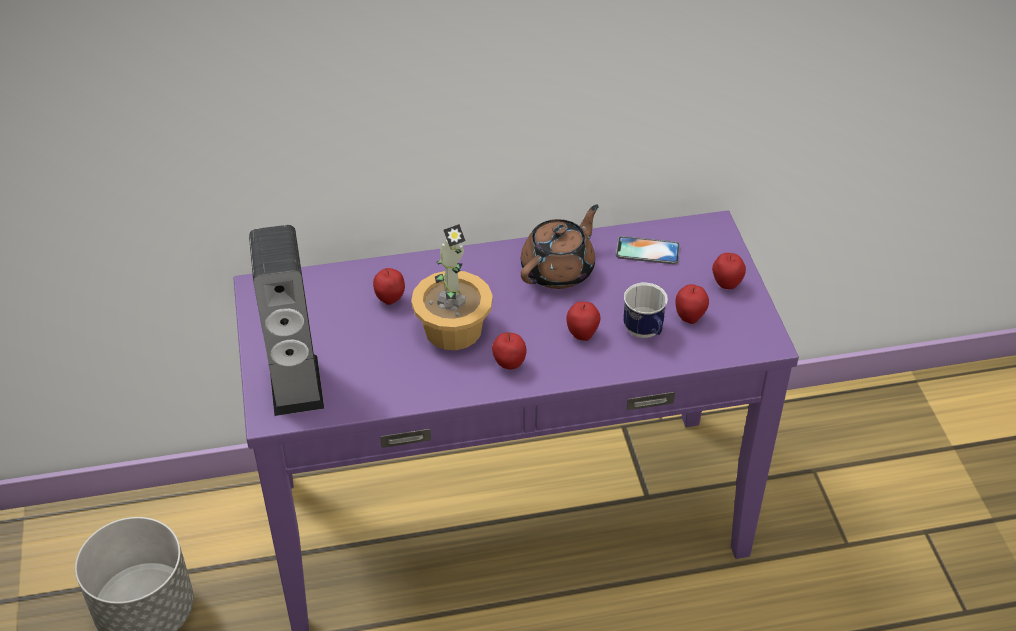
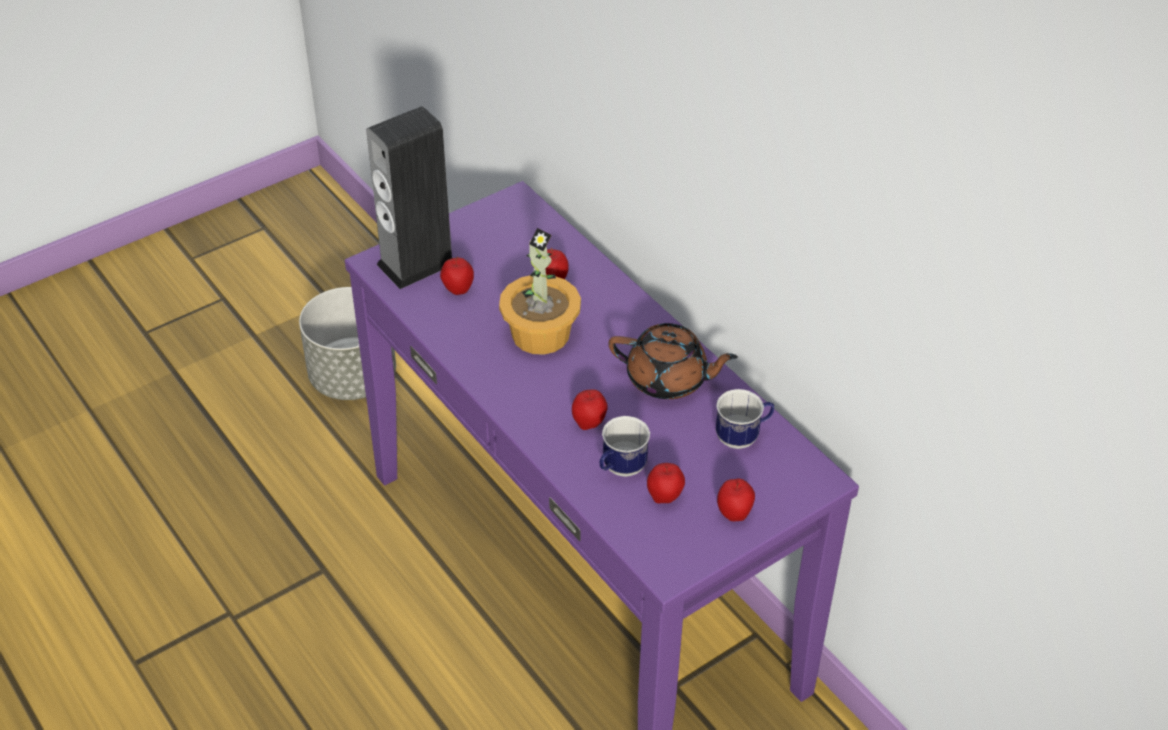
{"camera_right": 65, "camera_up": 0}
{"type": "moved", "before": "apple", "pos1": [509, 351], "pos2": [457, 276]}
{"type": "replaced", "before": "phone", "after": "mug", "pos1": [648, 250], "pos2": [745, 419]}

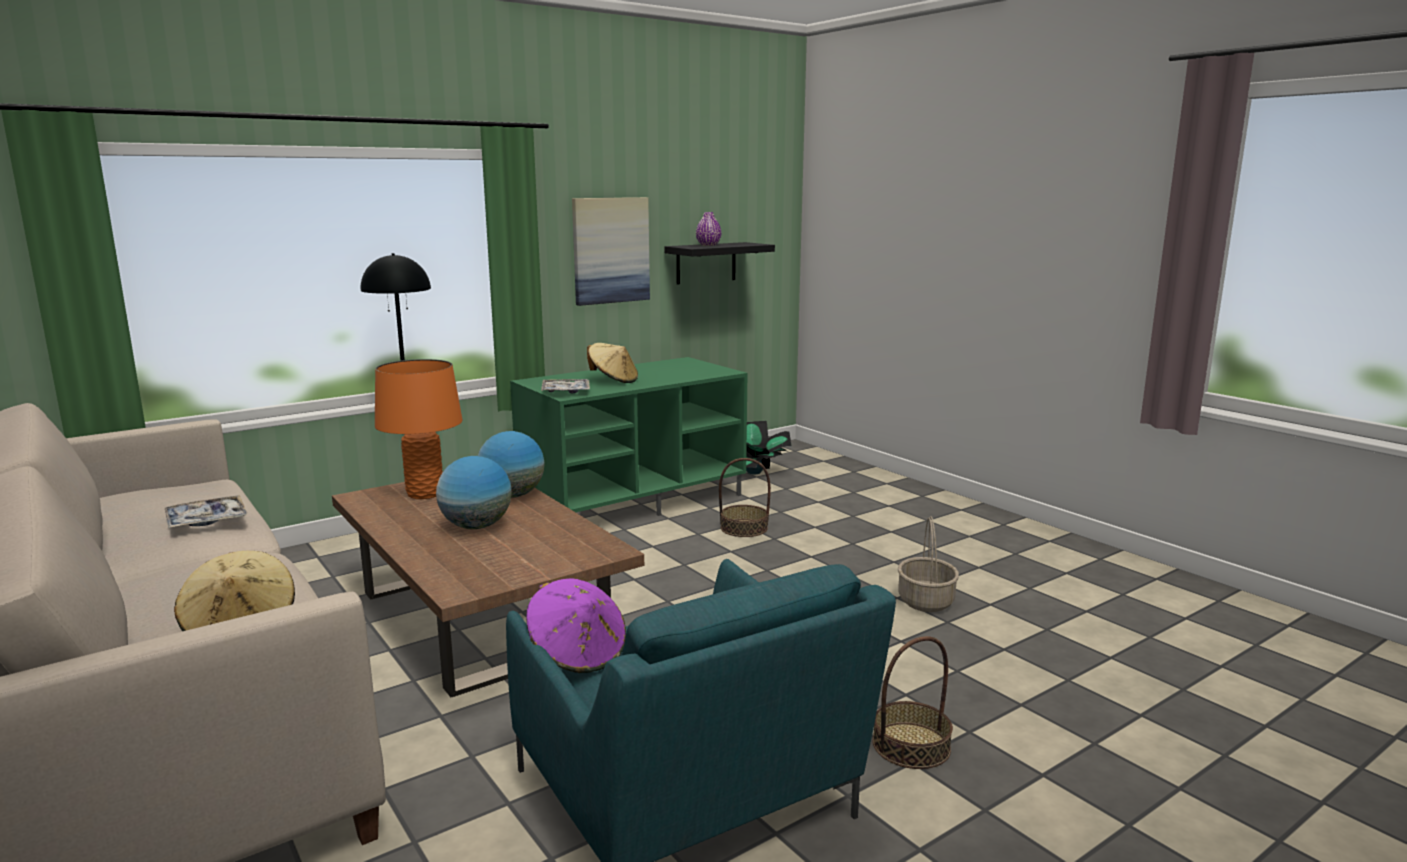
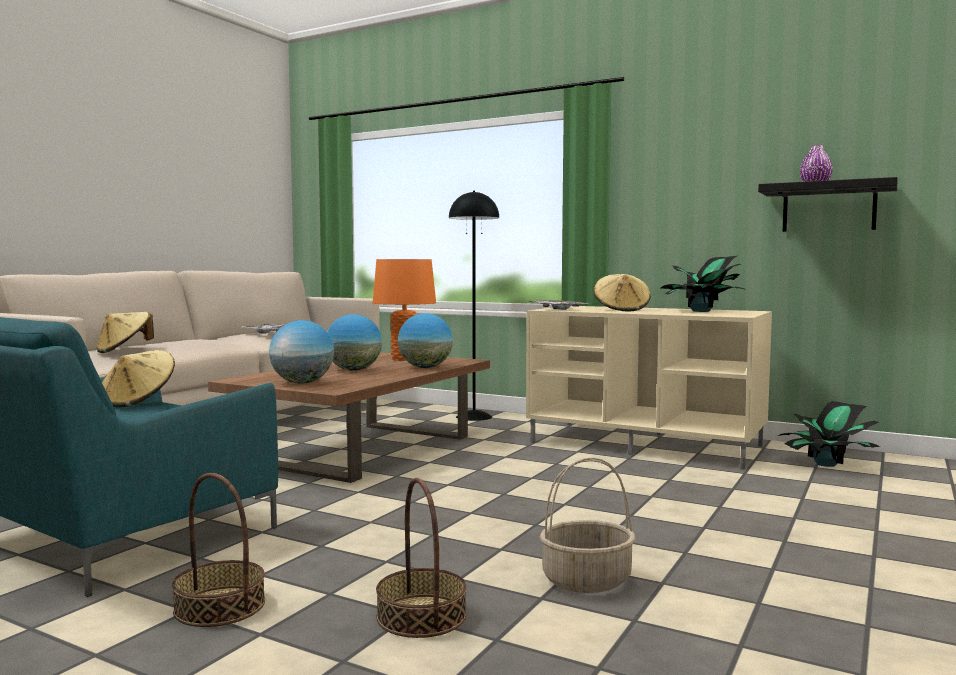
{"camera_right": 65, "camera_up": -10}
{"type": "removed", "before": "picture", "pos1": [611, 251]}
{"type": "added", "after": "globe", "pos2": [301, 352]}
{"type": "added", "after": "potted plant", "pos2": [703, 284]}
{"type": "moved", "before": "basket", "pos1": [745, 497], "pos2": [421, 558]}
{"type": "recoloured", "before": "green tv stand", "after": "beige tv stand", "pos1": [629, 436], "pos2": [649, 388]}
{"type": "recoloured", "before": "purple hat", "after": "beige hat", "pos1": [576, 625], "pos2": [138, 378]}

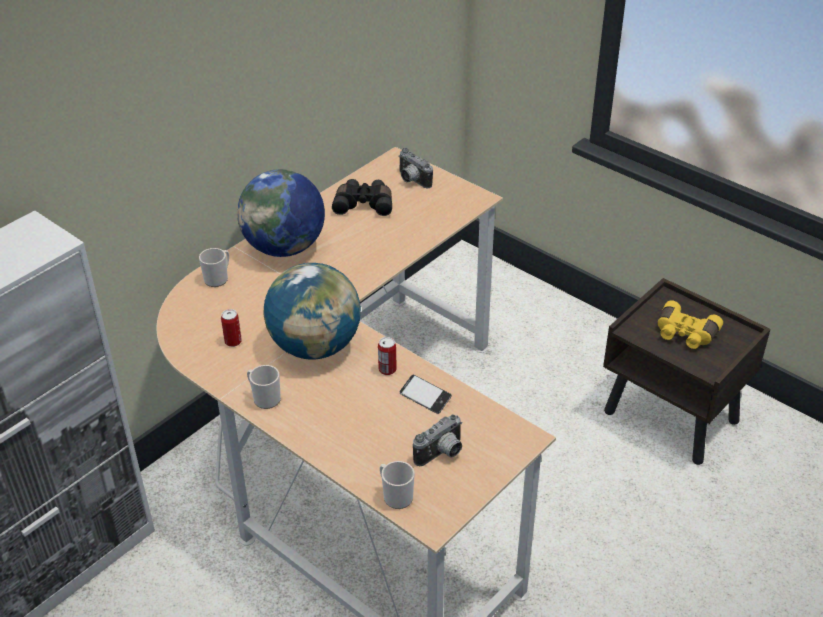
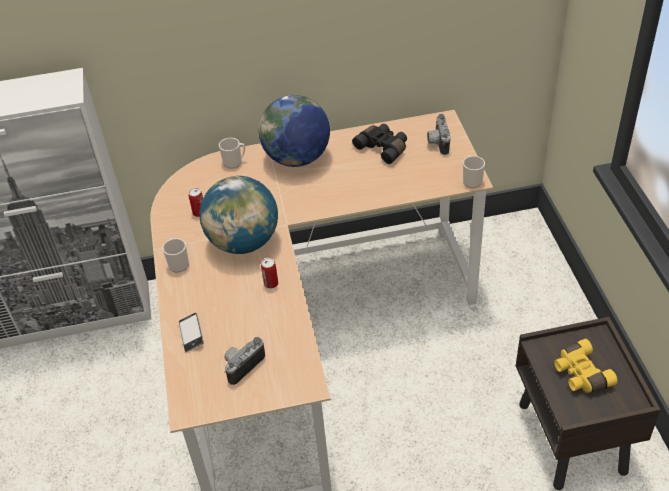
{"camera_right": 40, "camera_up": 5}
{"type": "moved", "before": "mug", "pos1": [397, 485], "pos2": [474, 171]}
{"type": "moved", "before": "phone", "pos1": [426, 394], "pos2": [191, 332]}
{"type": "turned", "before": "photo camera", "pos1": [437, 440], "pos2": [244, 361], "turn": 135}

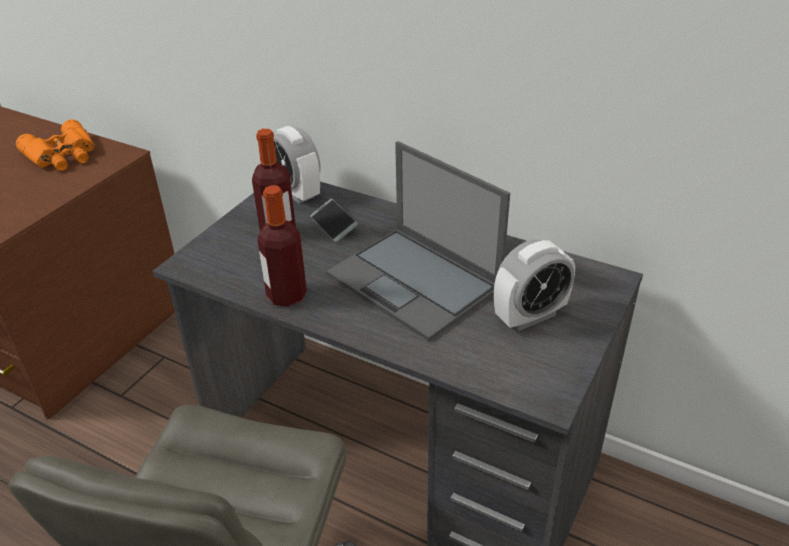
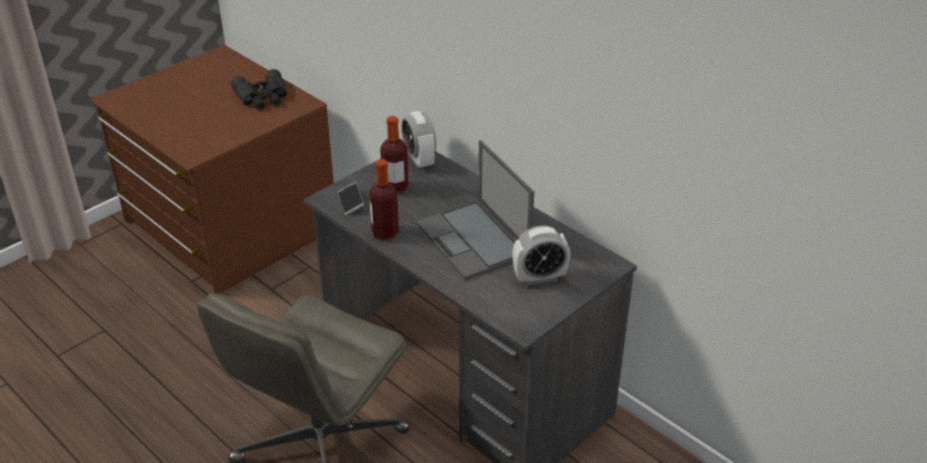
{"camera_right": 15, "camera_up": 0}
{"type": "moved", "before": "phone", "pos1": [334, 220], "pos2": [351, 199]}
{"type": "recoloured", "before": "orange binoculars", "after": "black binoculars", "pos1": [55, 145], "pos2": [259, 89]}

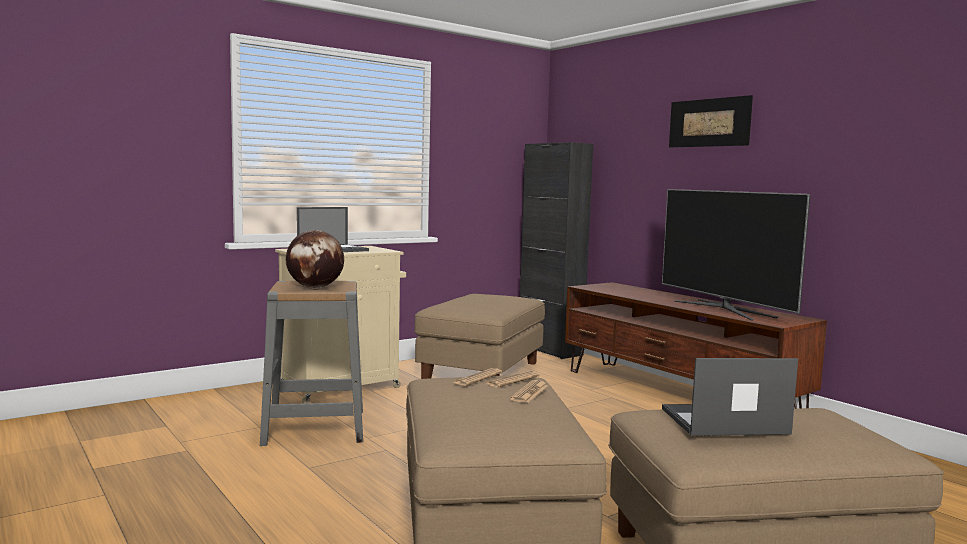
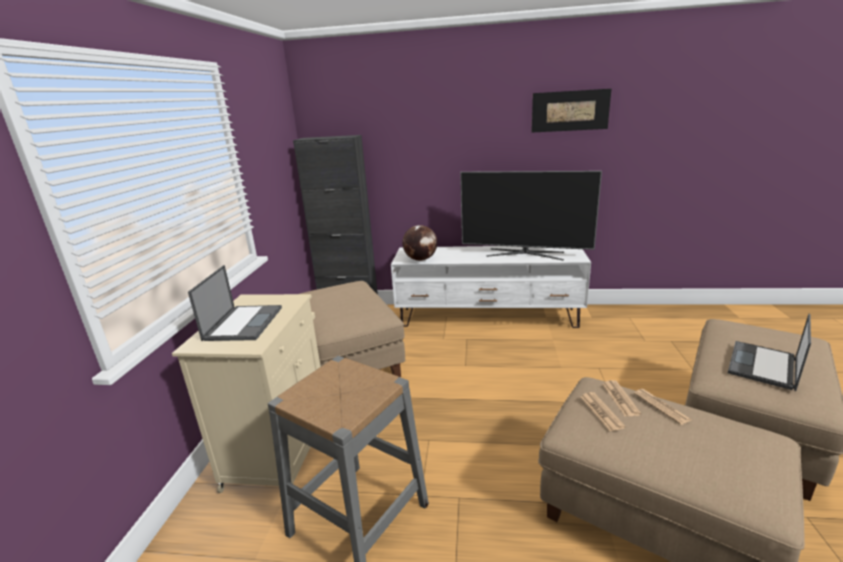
{"camera_right": -45, "camera_up": 15}
{"type": "moved", "before": "globe", "pos1": [315, 259], "pos2": [420, 243]}
{"type": "moved", "before": "picture", "pos1": [711, 121], "pos2": [571, 111]}
{"type": "recoloured", "before": "brown tv stand", "after": "white tv stand", "pos1": [696, 345], "pos2": [491, 287]}

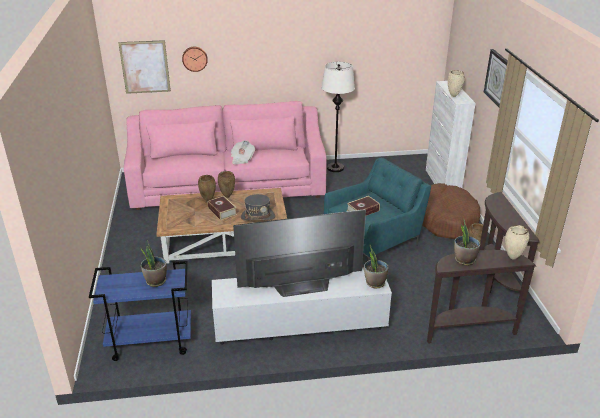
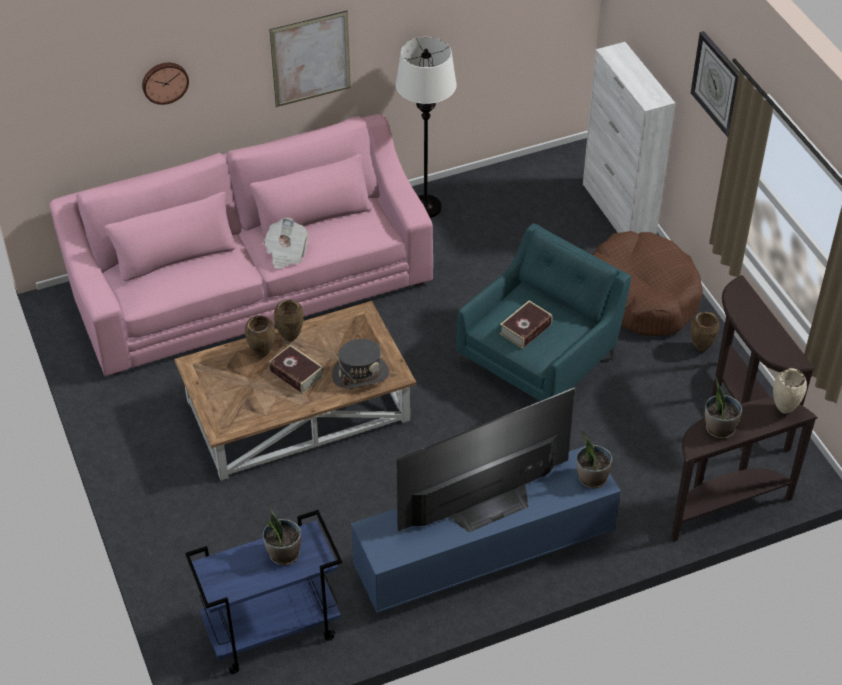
{"camera_right": -15, "camera_up": 15}
{"type": "removed", "before": "beige vase", "pos1": [456, 83]}
{"type": "moved", "before": "picture", "pos1": [144, 67], "pos2": [310, 59]}
{"type": "recoloured", "before": "white tv stand", "after": "blue tv stand", "pos1": [302, 306], "pos2": [486, 529]}

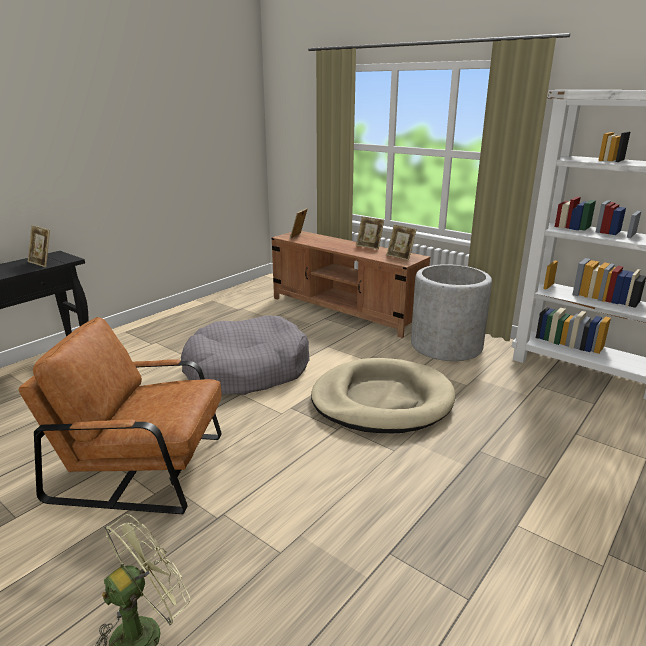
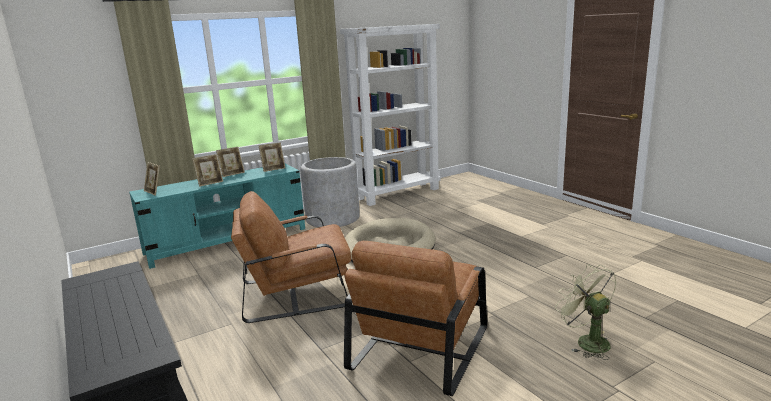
{"camera_right": -70, "camera_up": -5}
{"type": "moved", "before": "picture frame", "pos1": [39, 246], "pos2": [207, 170]}
{"type": "replaced", "before": "grey dog bed", "after": "brown armchair", "pos1": [245, 355], "pos2": [291, 257]}
{"type": "recoloured", "before": "brown tv stand", "after": "turquoise tv stand", "pos1": [350, 284], "pos2": [217, 216]}

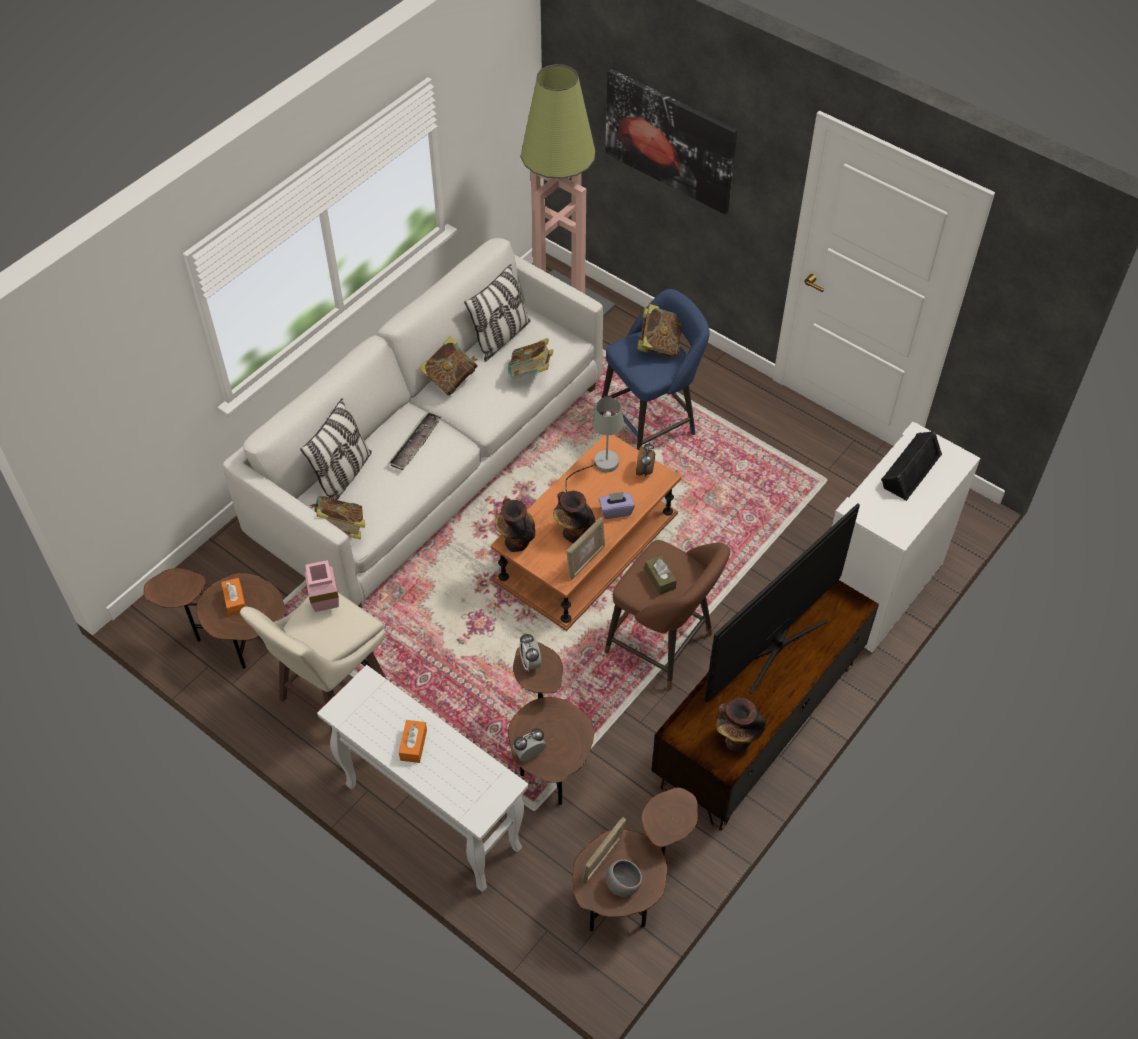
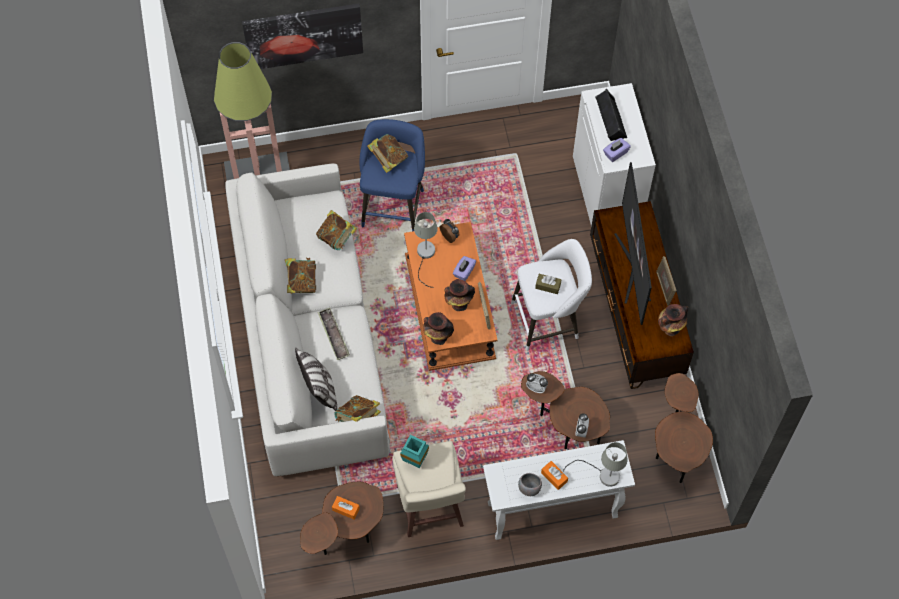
{"camera_right": -50, "camera_up": 10}
{"type": "removed", "before": "pillow", "pos1": [497, 313]}
{"type": "added", "after": "grey table lamp", "pos2": [595, 464]}
{"type": "added", "after": "purple tissue box", "pos2": [617, 150]}
{"type": "moved", "before": "picture frame", "pos1": [604, 850], "pos2": [666, 280]}
{"type": "moved", "before": "grey bowl", "pos1": [624, 878], "pos2": [530, 484]}
{"type": "recoloured", "before": "pink vase", "after": "turquoise vase", "pos1": [321, 586], "pos2": [414, 451]}
{"type": "recoloured", "before": "brown stool", "after": "white stool", "pos1": [667, 615], "pos2": [551, 295]}

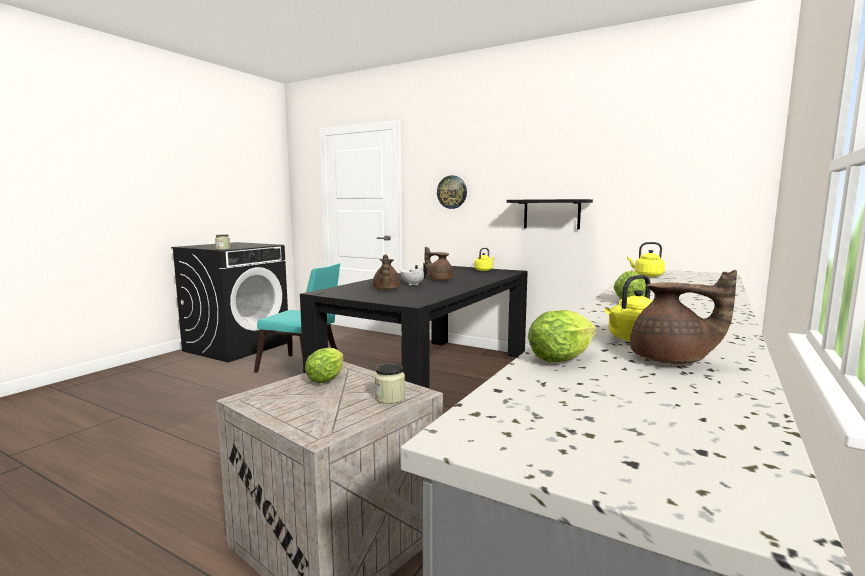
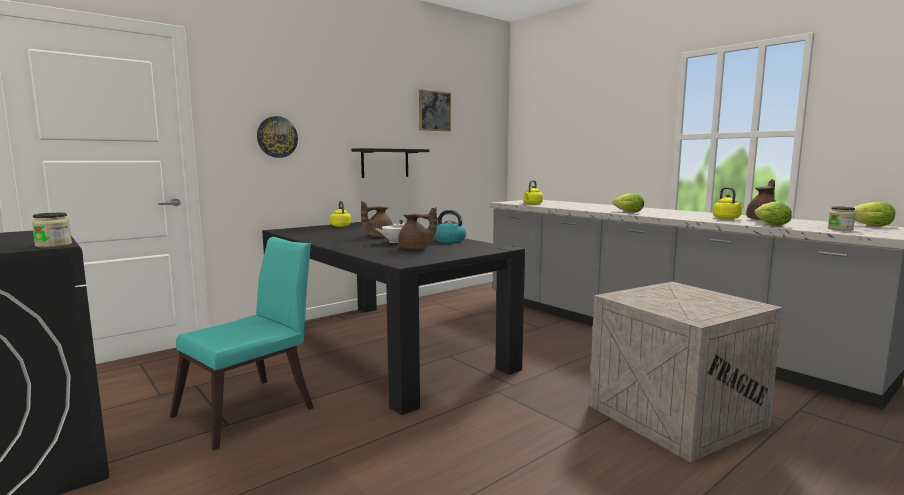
{"camera_right": -70, "camera_up": 0}
{"type": "added", "after": "picture", "pos2": [435, 110]}
{"type": "added", "after": "kettle", "pos2": [450, 226]}
{"type": "moved", "before": "lettuce", "pos1": [324, 365], "pos2": [874, 214]}
{"type": "moved", "before": "jar", "pos1": [390, 384], "pos2": [842, 218]}

